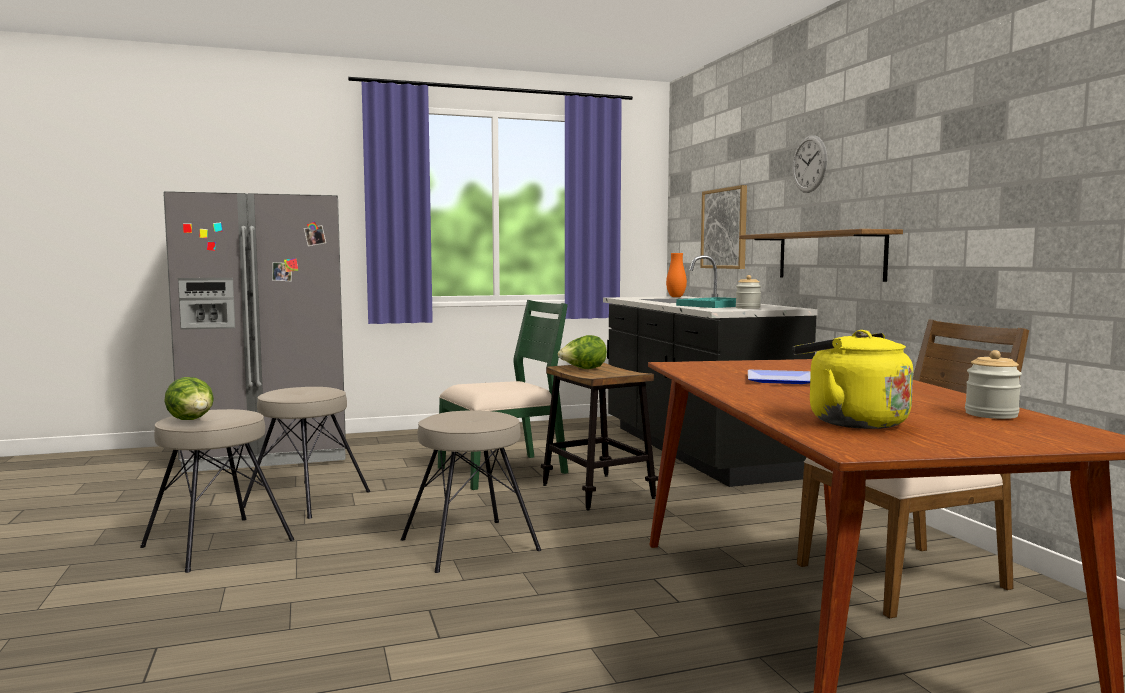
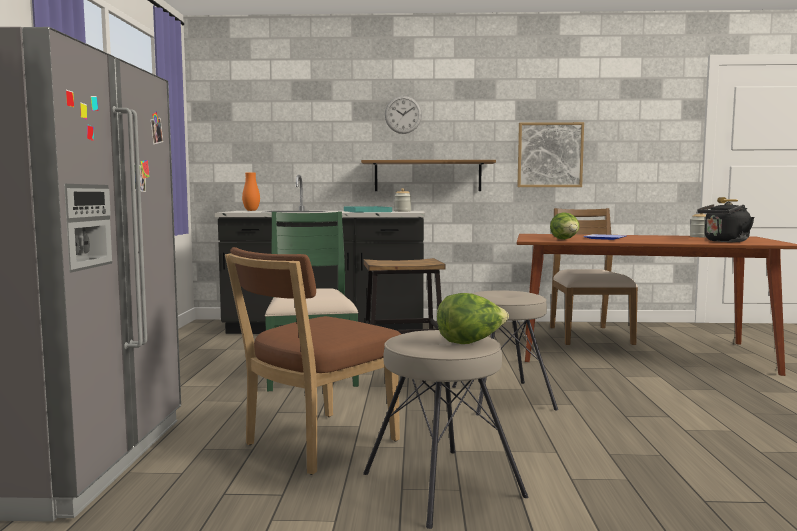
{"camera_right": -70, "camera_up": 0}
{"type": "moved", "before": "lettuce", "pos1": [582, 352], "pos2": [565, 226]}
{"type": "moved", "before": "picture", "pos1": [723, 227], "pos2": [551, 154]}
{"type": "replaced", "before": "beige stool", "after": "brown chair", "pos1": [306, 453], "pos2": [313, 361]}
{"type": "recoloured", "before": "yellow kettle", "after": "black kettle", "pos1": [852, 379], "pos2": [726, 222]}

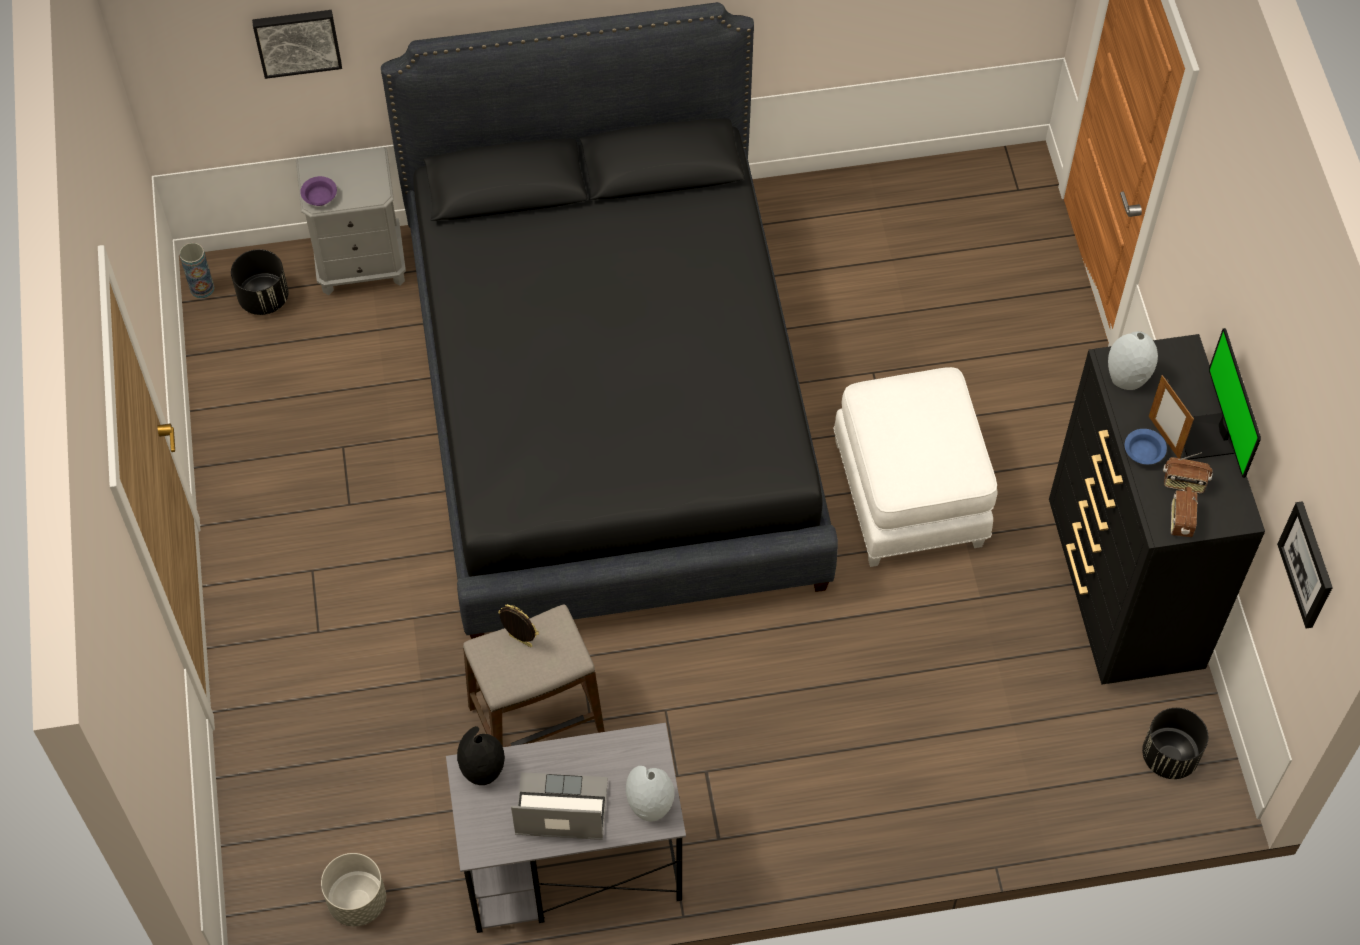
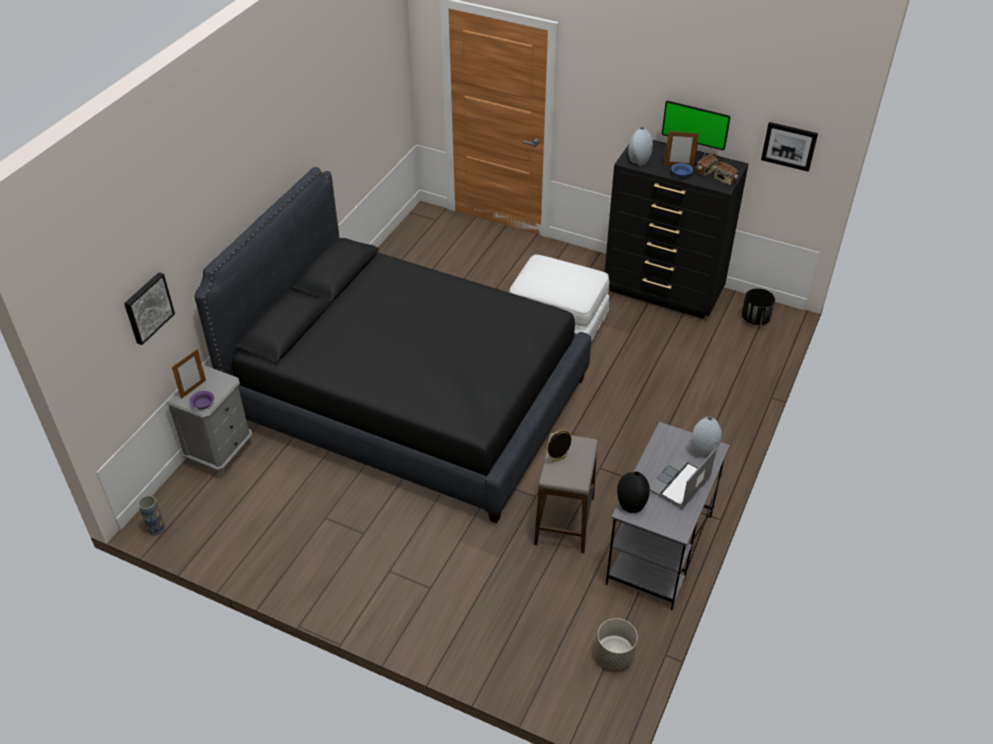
{"camera_right": -55, "camera_up": -15}
{"type": "removed", "before": "black planter", "pos1": [260, 282]}
{"type": "added", "after": "picture frame", "pos2": [189, 374]}

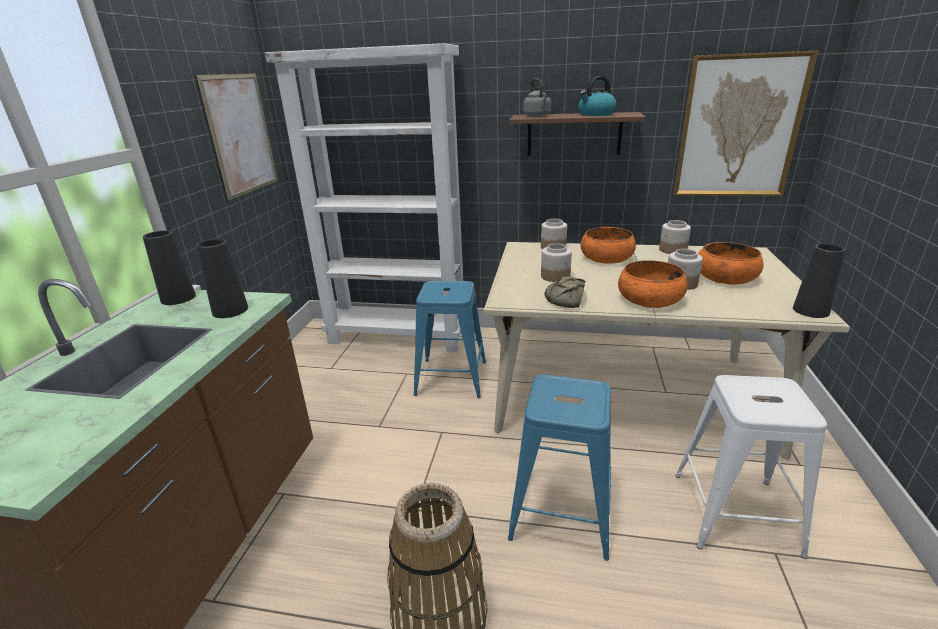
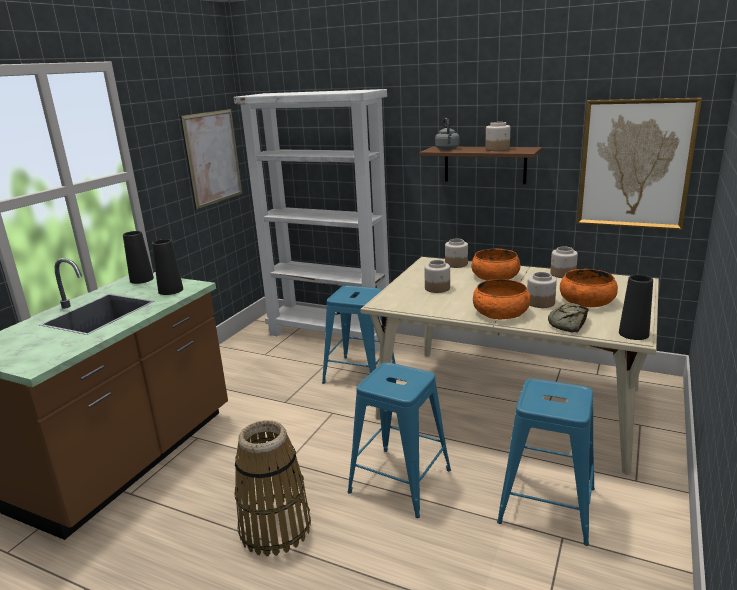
{"camera_right": 15, "camera_up": -5}
{"type": "moved", "before": "bread", "pos1": [564, 292], "pos2": [568, 318]}
{"type": "replaced", "before": "kettle", "after": "jar", "pos1": [597, 96], "pos2": [497, 136]}
{"type": "recoloured", "before": "white stool", "after": "blue stool", "pos1": [751, 467], "pos2": [546, 462]}

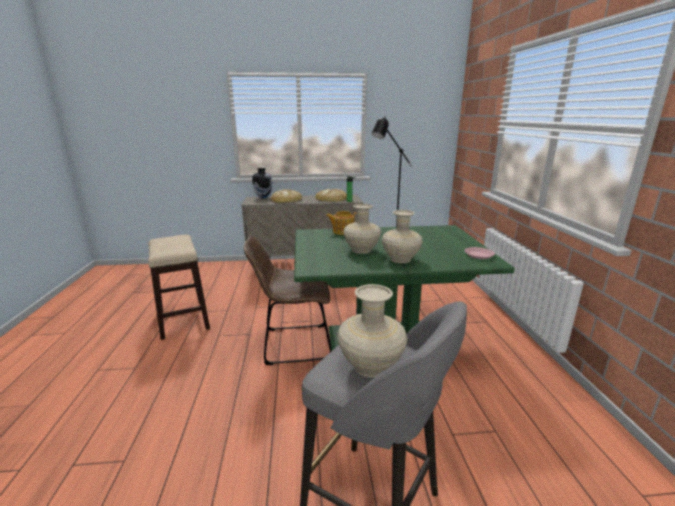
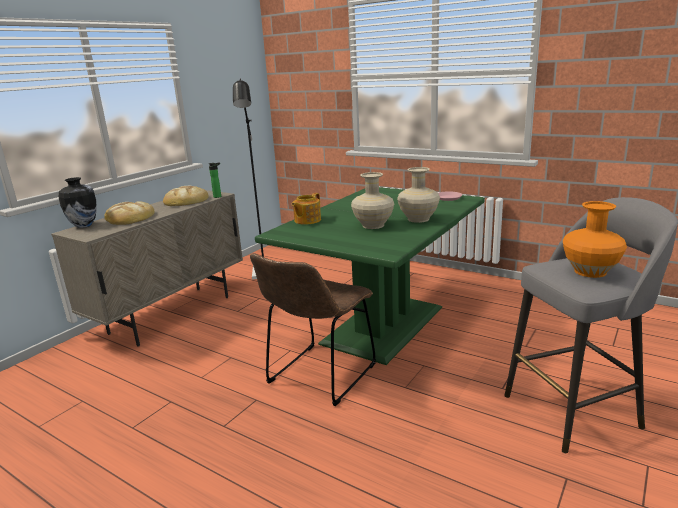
{"camera_right": -50, "camera_up": 0}
{"type": "removed", "before": "stool", "pos1": [179, 287]}
{"type": "recoloured", "before": "beige vase", "after": "orange vase", "pos1": [372, 330], "pos2": [595, 239]}

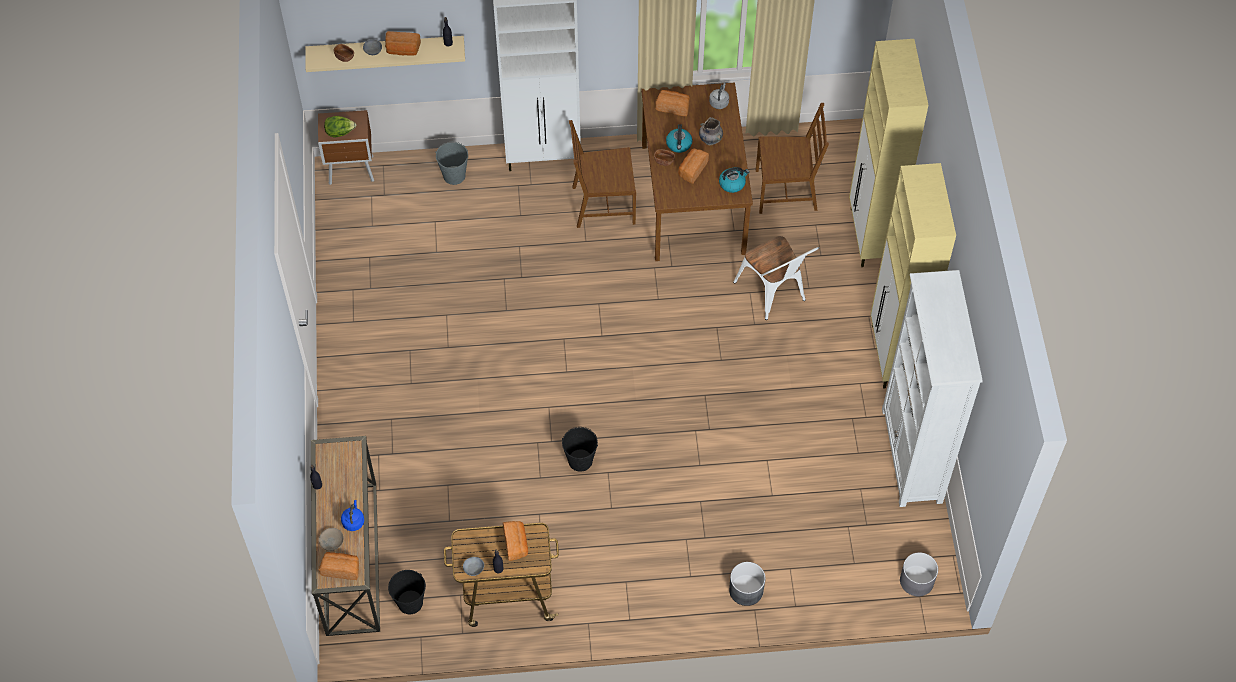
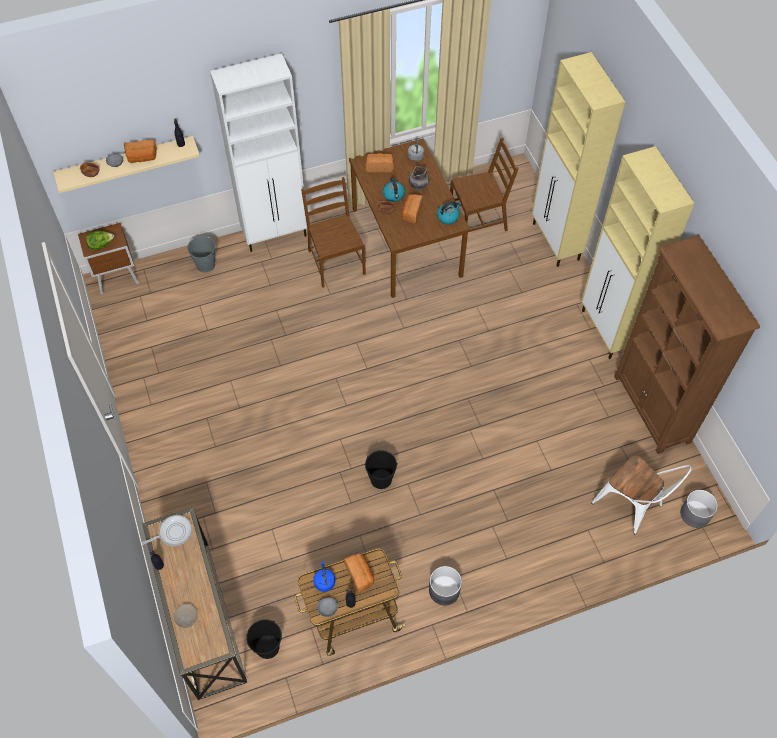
{"camera_right": -15, "camera_up": 0}
{"type": "removed", "before": "bread", "pos1": [339, 566]}
{"type": "added", "after": "frying pan", "pos2": [167, 530]}
{"type": "moved", "before": "blue kettle", "pos1": [352, 515], "pos2": [324, 576]}
{"type": "moved", "before": "grey planter", "pos1": [747, 584], "pos2": [445, 585]}
{"type": "moved", "before": "white chair", "pos1": [776, 278], "pos2": [641, 494]}
{"type": "recoloured", "before": "white bookcase", "after": "brown bookcase", "pos1": [932, 388], "pos2": [687, 344]}
{"type": "turned", "before": "brown chair", "pos1": [602, 174], "pos2": [333, 232], "turn": 90}

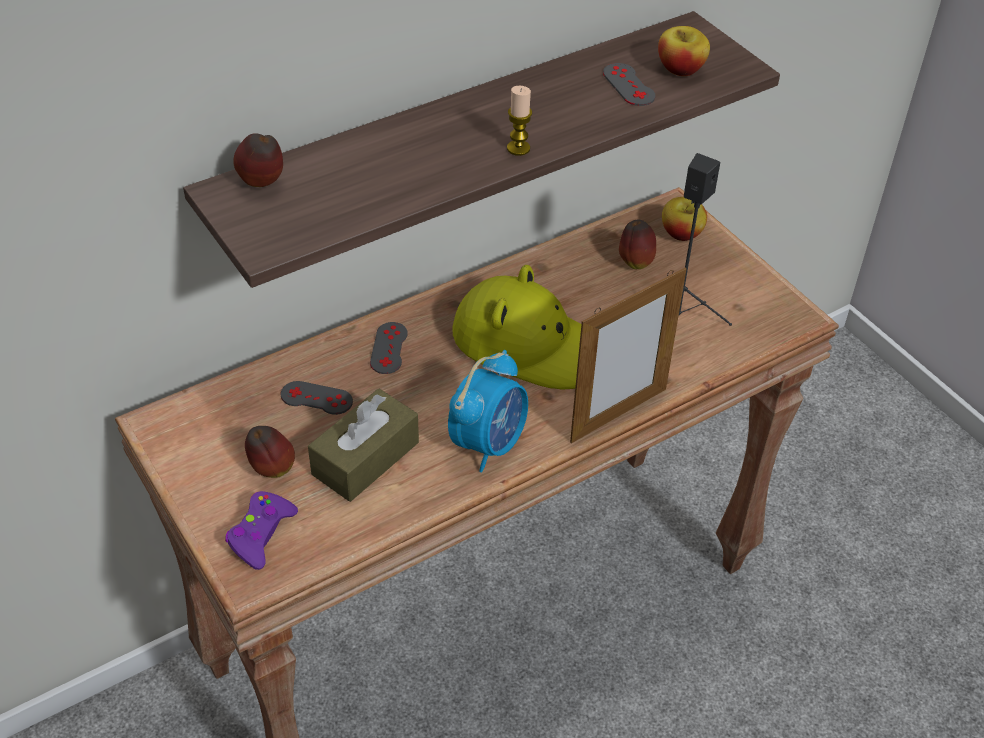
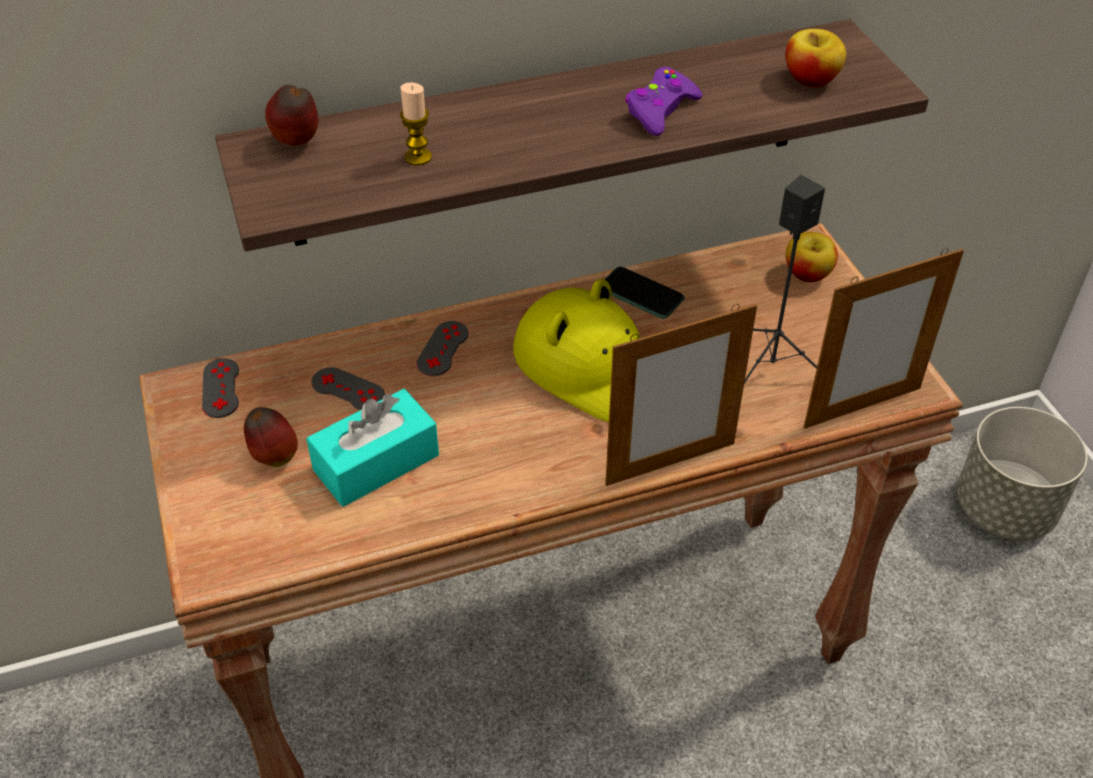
{"camera_right": 15, "camera_up": 0}
{"type": "removed", "before": "alarm clock", "pos1": [488, 411]}
{"type": "removed", "before": "apple", "pos1": [637, 244]}
{"type": "added", "after": "phone", "pos2": [644, 293]}
{"type": "added", "after": "picture frame", "pos2": [884, 338]}
{"type": "added", "after": "grey planter", "pos2": [1022, 473]}
{"type": "moved", "before": "purple game controller", "pos1": [261, 530], "pos2": [664, 101]}
{"type": "moved", "before": "candle", "pos1": [519, 121], "pos2": [416, 124]}
{"type": "moved", "before": "grey game controller", "pos1": [629, 84], "pos2": [220, 388]}
{"type": "recoloured", "before": "brown tissue box", "after": "turquoise tissue box", "pos1": [363, 445], "pos2": [372, 448]}

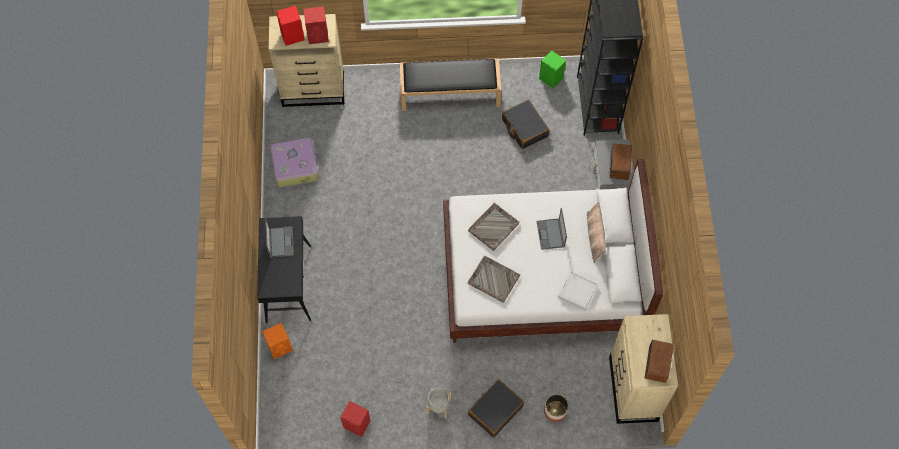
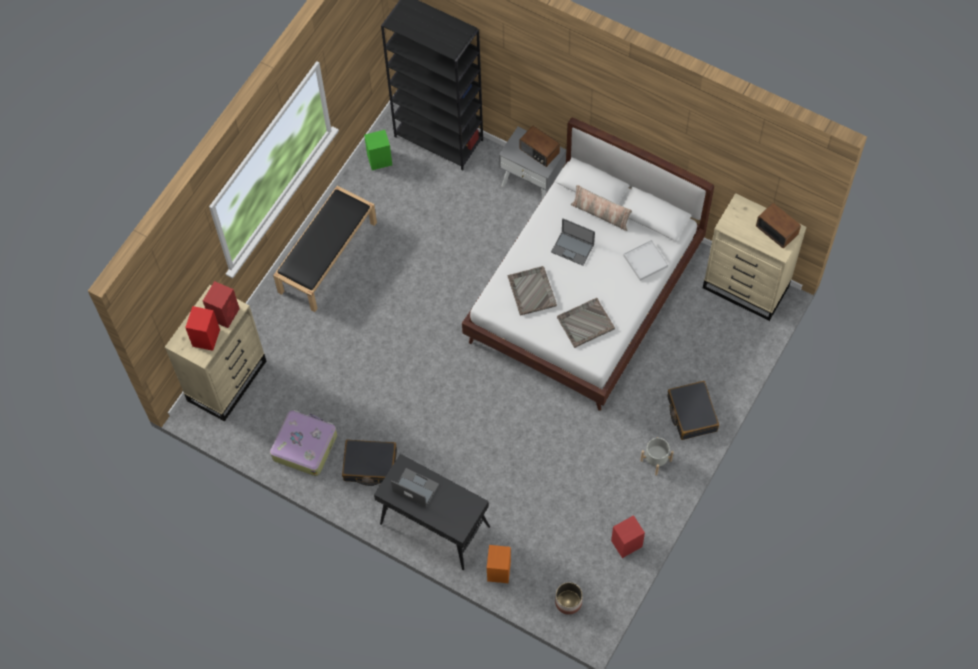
{"camera_right": -55, "camera_up": 0}
{"type": "moved", "before": "black suitcase", "pos1": [525, 124], "pos2": [369, 462]}
{"type": "moved", "before": "planter", "pos1": [556, 408], "pos2": [569, 598]}

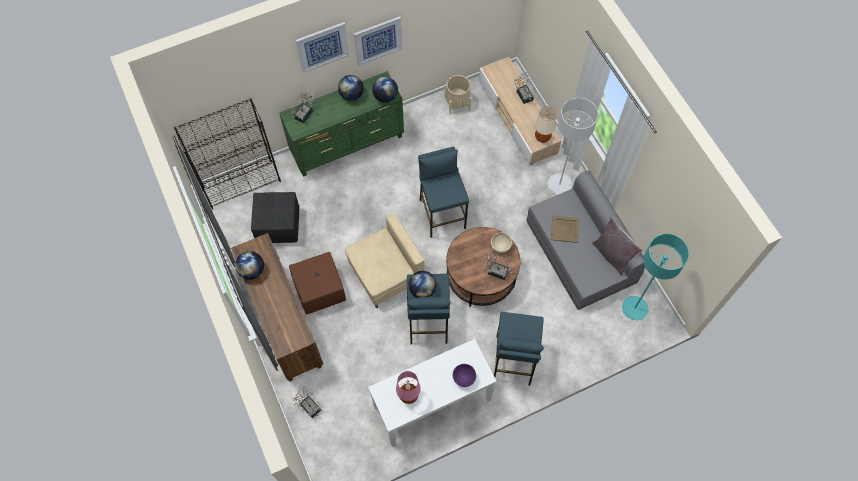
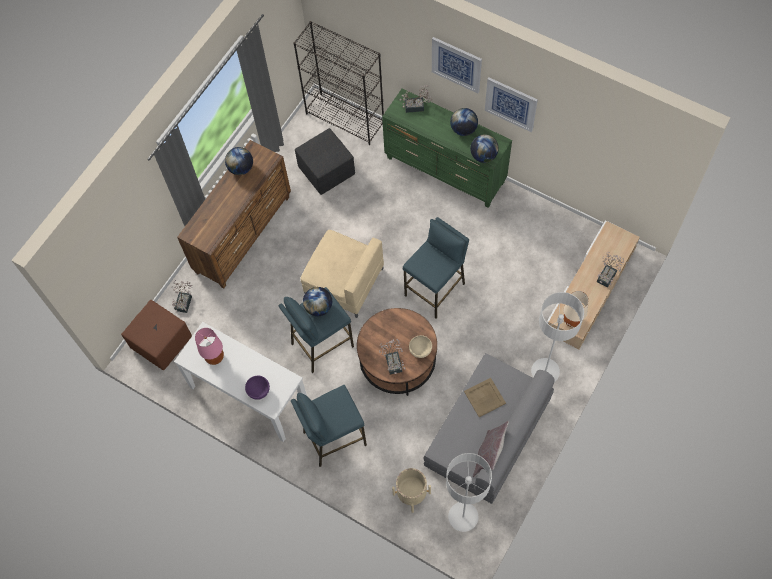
{"camera_right": 60, "camera_up": 0}
{"type": "moved", "before": "brown ottoman", "pos1": [317, 283], "pos2": [156, 335]}
{"type": "moved", "before": "beige planter", "pos1": [458, 94], "pos2": [411, 490]}
{"type": "recoloured", "before": "turquoise floor lamp", "after": "grey floor lamp", "pos1": [655, 277], "pos2": [469, 492]}

